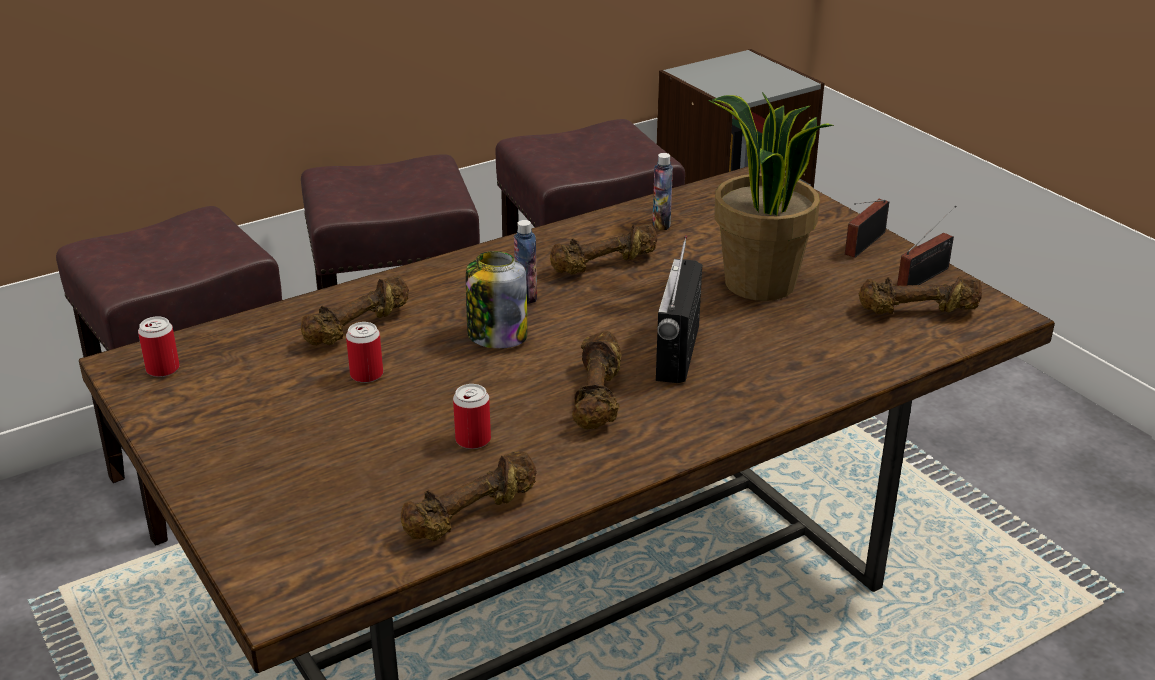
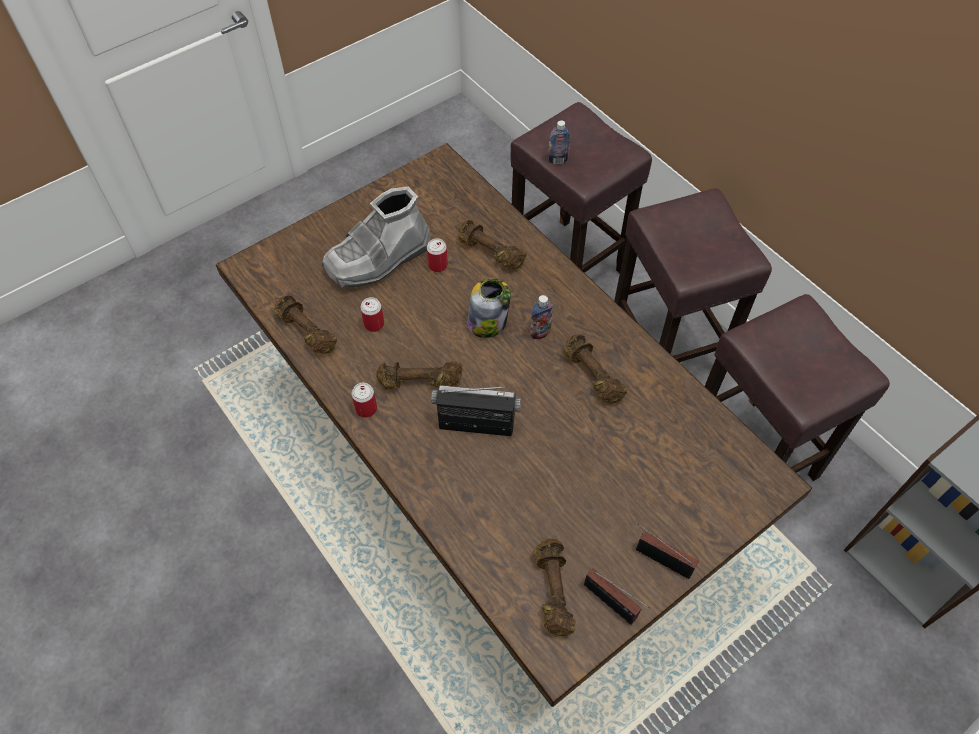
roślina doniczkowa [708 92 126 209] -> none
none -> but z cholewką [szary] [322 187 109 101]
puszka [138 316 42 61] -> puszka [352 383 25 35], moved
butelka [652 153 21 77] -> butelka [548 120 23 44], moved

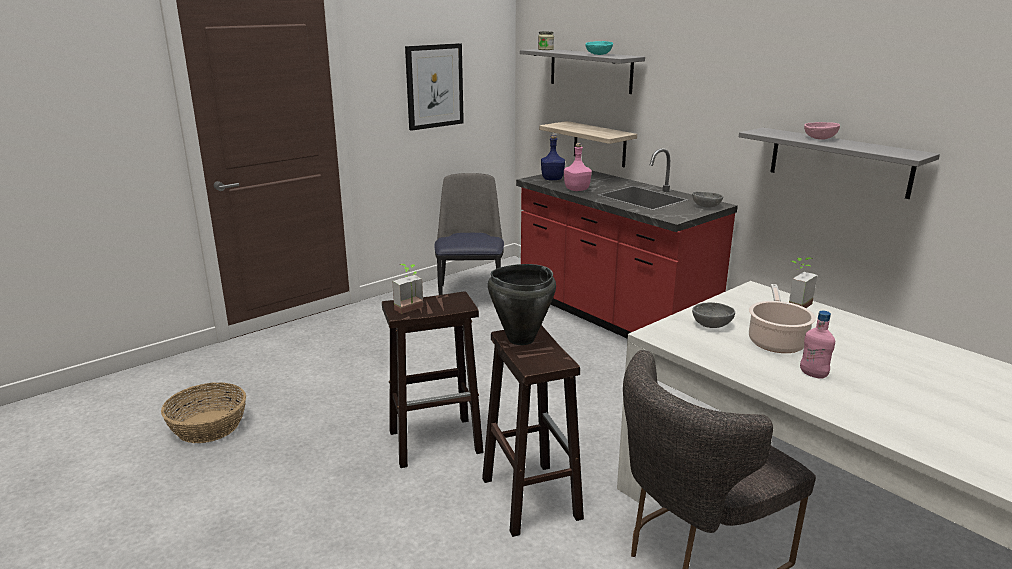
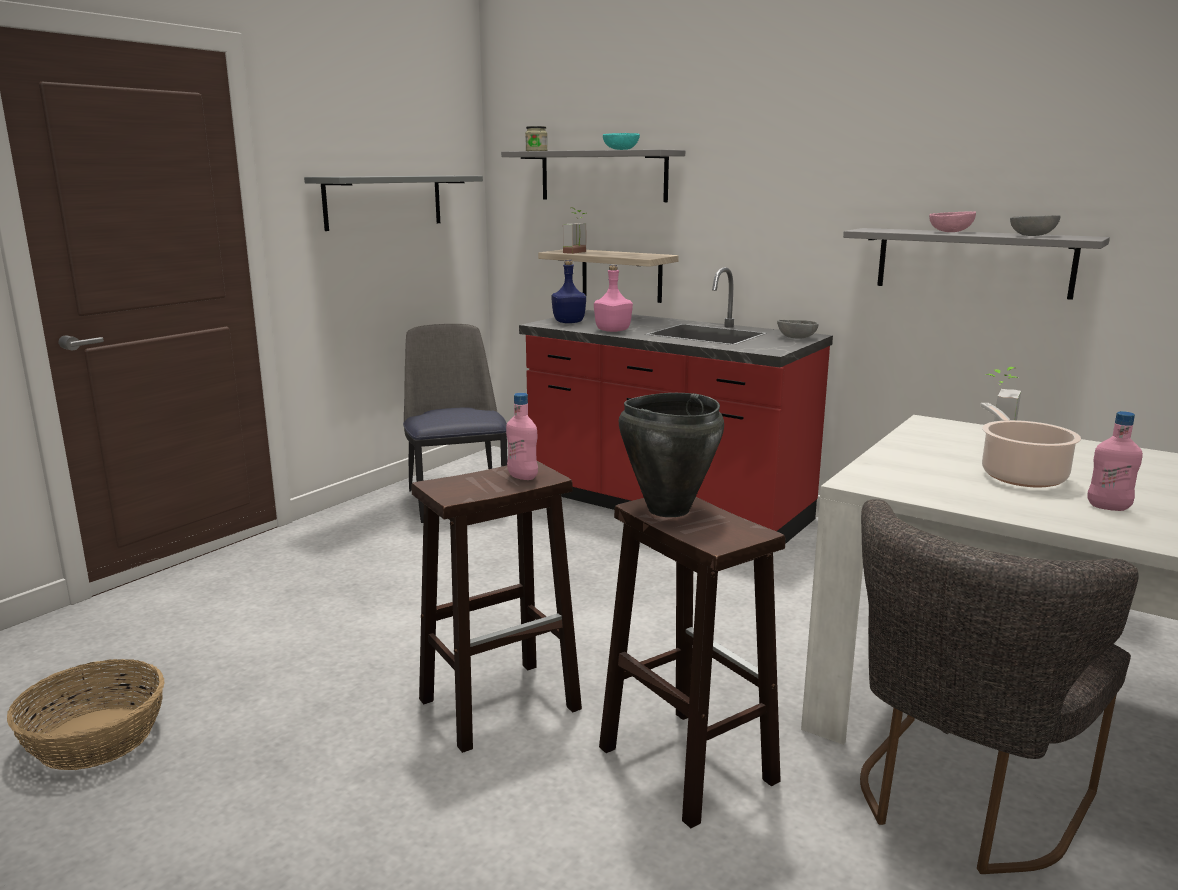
none -> butelka [różowy] [506 393 32 87]
roślina doniczkowa [392 264 31 50] -> roślina doniczkowa [563 207 25 47], moved
miska [szary] [692 302 43 26] -> miska [szary] [1010 215 51 21], moved
obraz [405 43 59 88] -> półka [szary] [304 176 179 55]

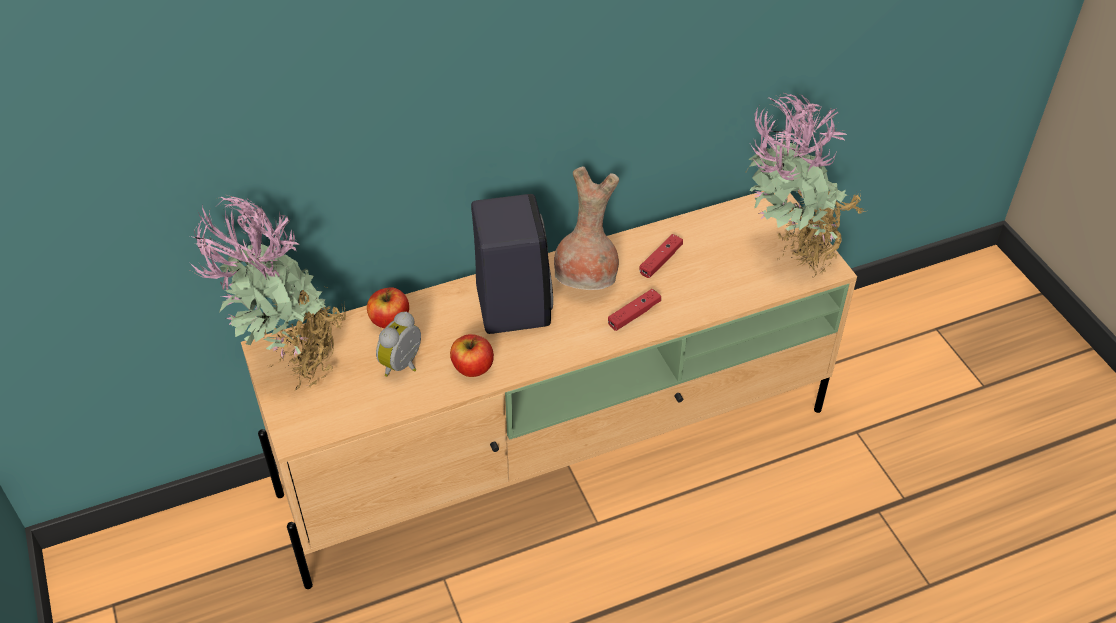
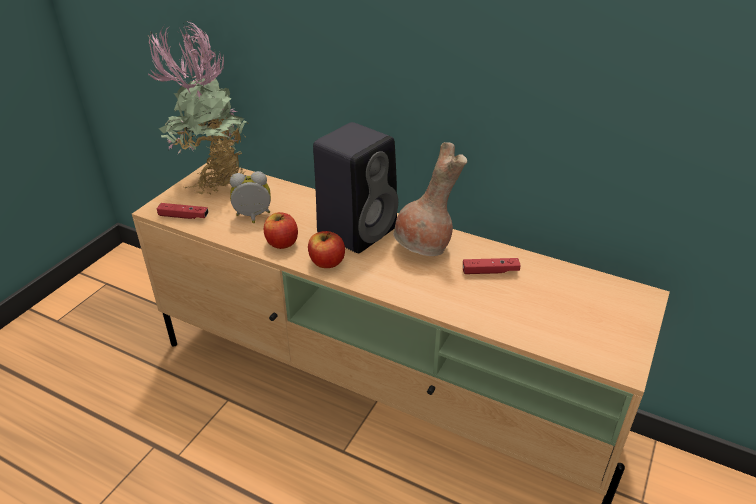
roślina doniczkowa [745 93 121 185] -> none
jabłko [367 287 42 41] -> jabłko [308 231 37 37], moved
pad do gier [czerwony] [608 289 53 42] -> pad do gier [czerwony] [157 203 52 16], moved

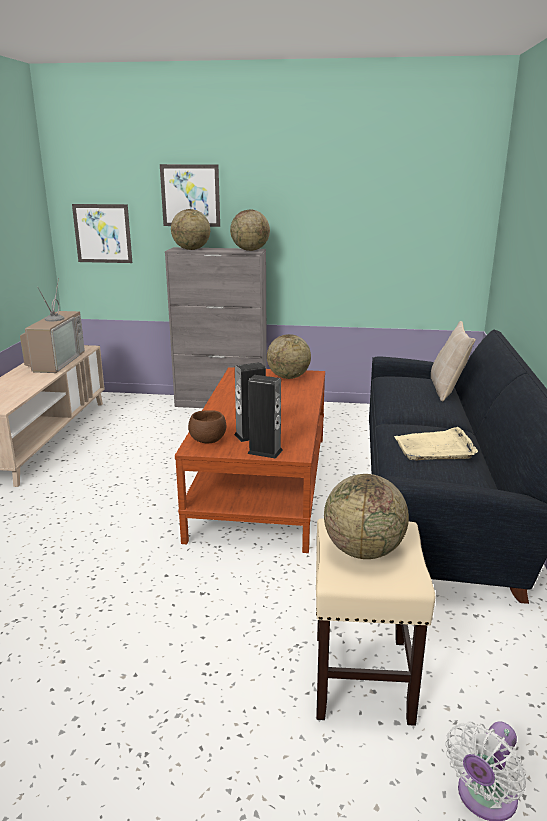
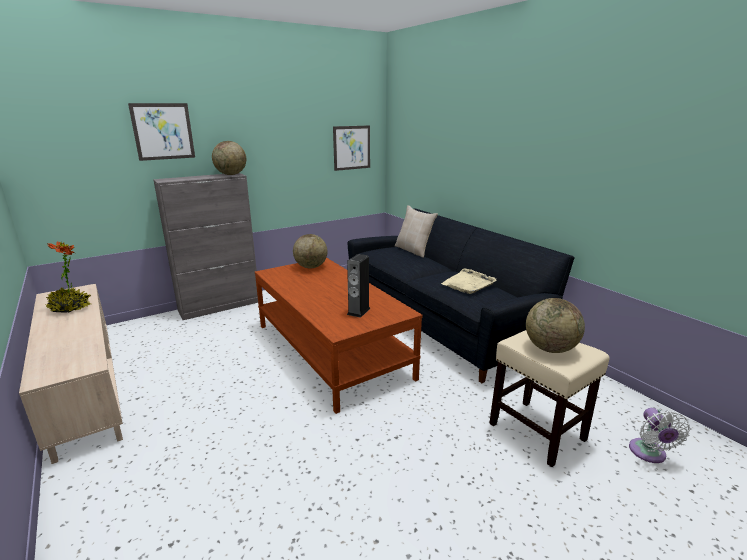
globus [171 209 39 41] -> none
miska [brązowy] [188 410 38 34] -> none
głośnik [247 375 36 84] -> none
obraz [72 204 60 59] -> obraz [333 125 37 46], moved
telewizor [20 278 65 95] -> roślina doniczkowa [46 242 45 71]

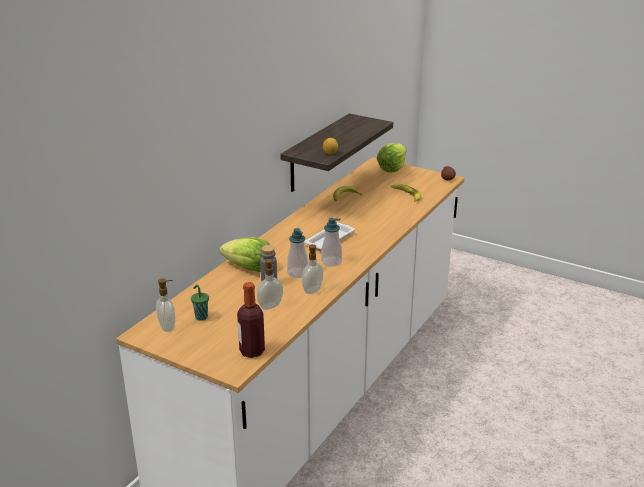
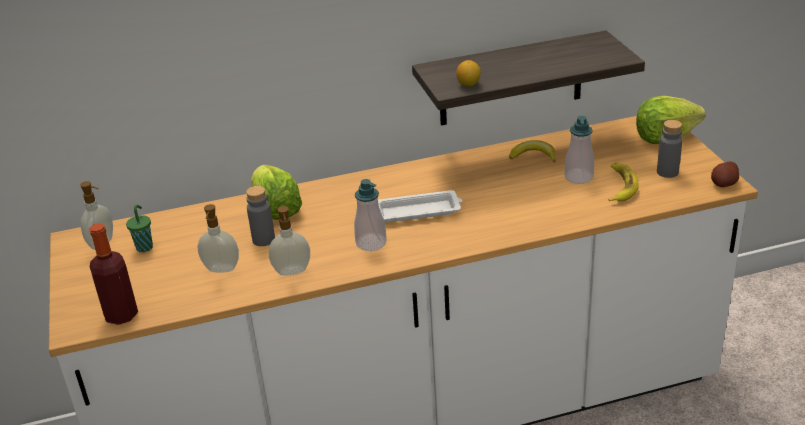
none -> butelka [szary] [657 120 25 58]
dozownik mydła [287 228 21 50] -> dozownik mydła [564 116 30 68], moved

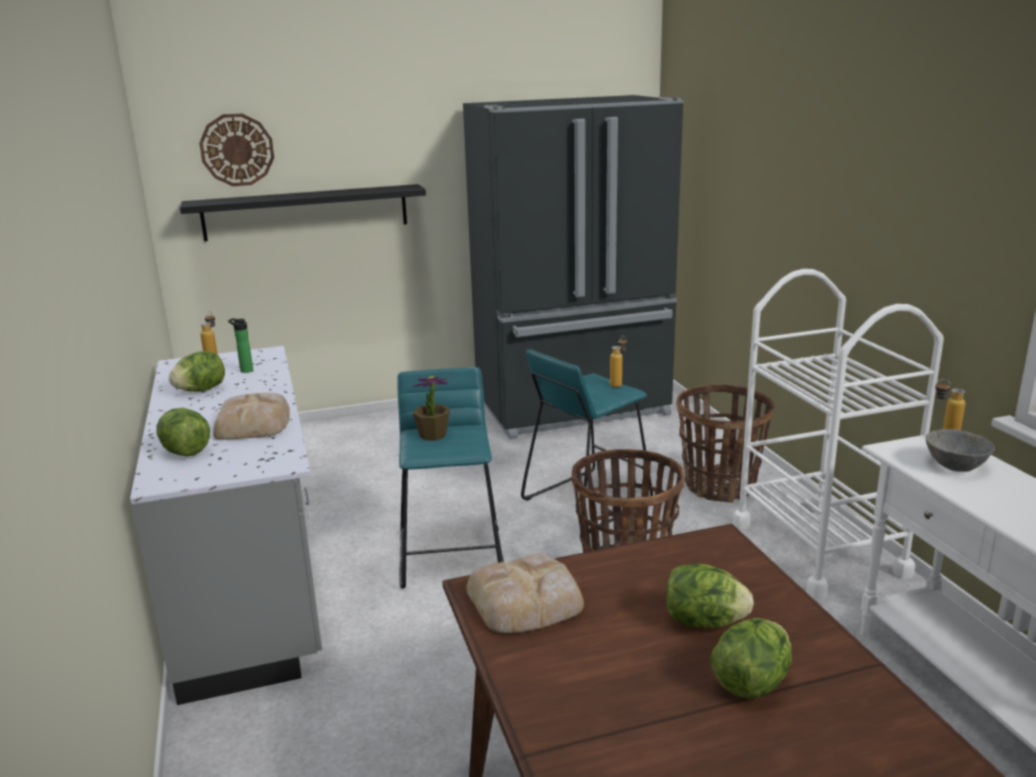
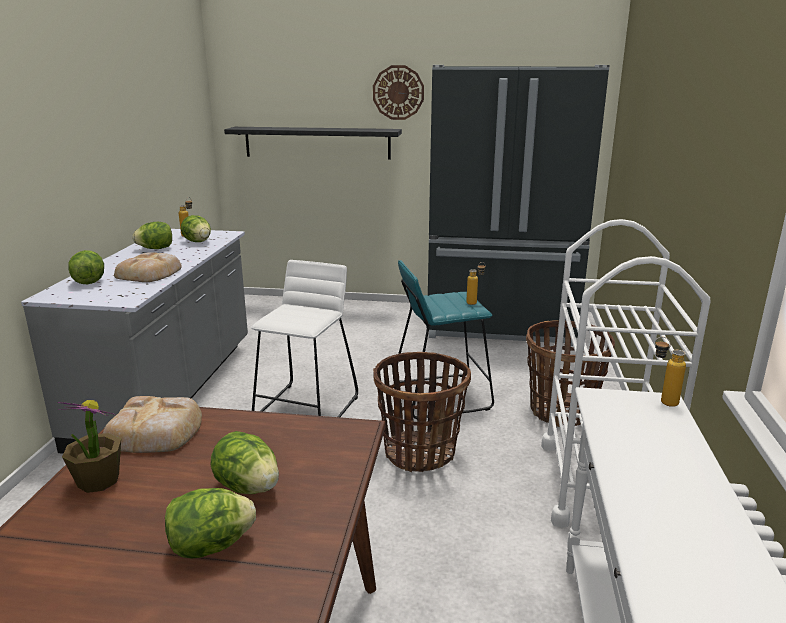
miska [szary] [926 429 69 43] -> none
zegar ścienny [199 114 75 72] -> zegar ścienny [373 65 51 55], moved
roślina doniczkowa [412 376 38 65] -> roślina doniczkowa [57 400 64 93], moved
butelka [228 318 25 55] -> sałata [181 215 30 27]
stołek [turkusowy] [397 367 107 222] -> stołek [biały] [251 260 107 157]

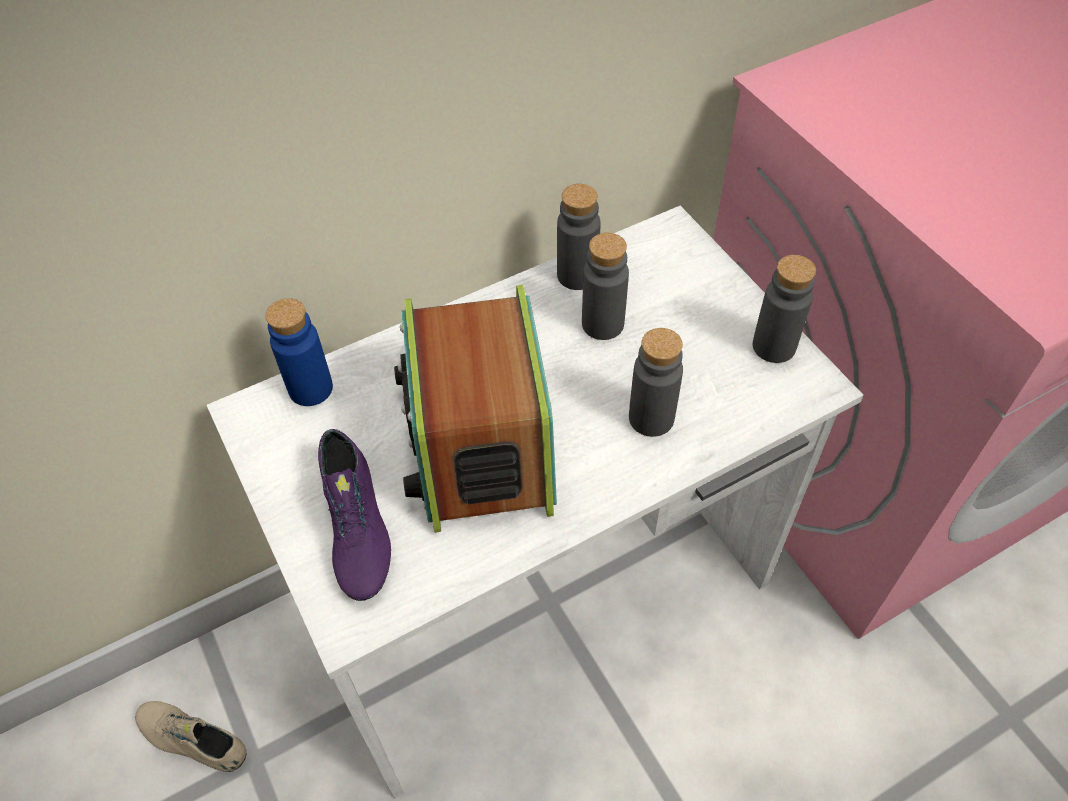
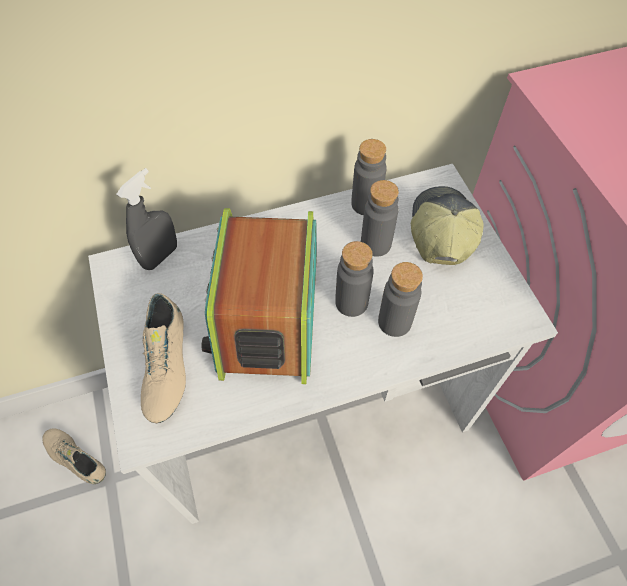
none -> czapka z daszkiem [411 186 72 79]
butelka [szary] [753 255 63 108] -> butelka [szary] [335 241 39 76], moved
butelka [niebieski] [265 298 68 108] -> spryskiwacz [szary] [116 168 61 102]
but [fioletowy] [318 429 73 172] -> but [beżowy] [141 293 45 130]

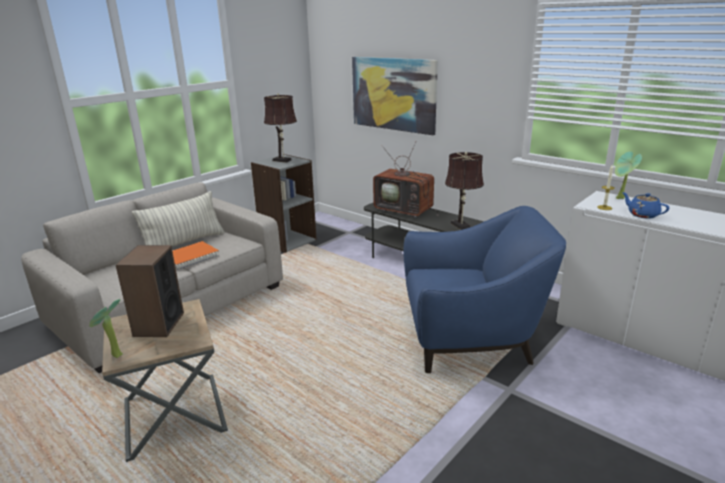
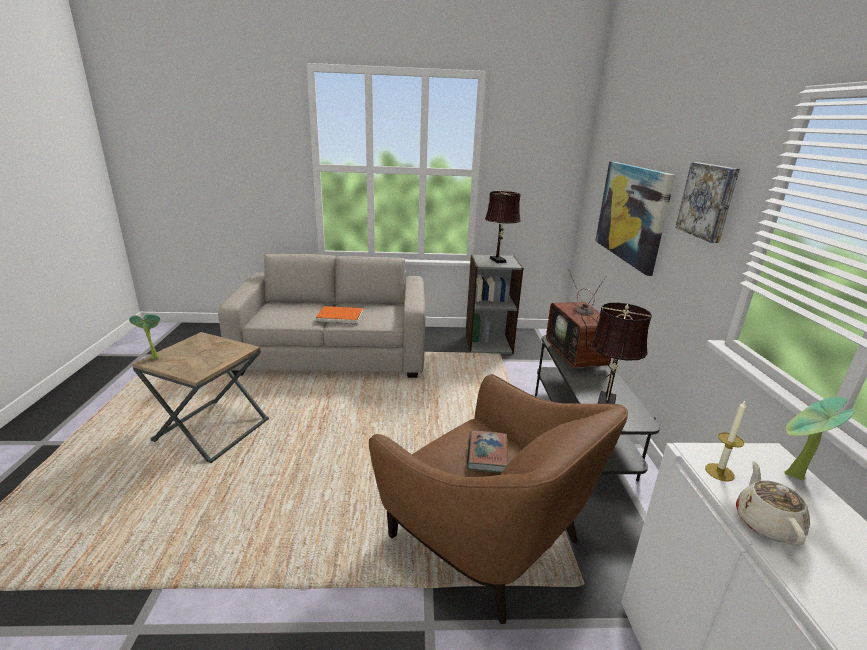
głośnik [116 245 68 92] -> none
poduszka [132 191 93 56] -> none
none -> książka [467 431 41 42]
none -> obraz [675 162 65 81]
fotel [niebieski] [403 206 163 167] -> fotel [brązowy] [369 374 259 250]
imbryk [niebieski] [622 192 47 27] -> imbryk [beżowy] [736 461 74 85]

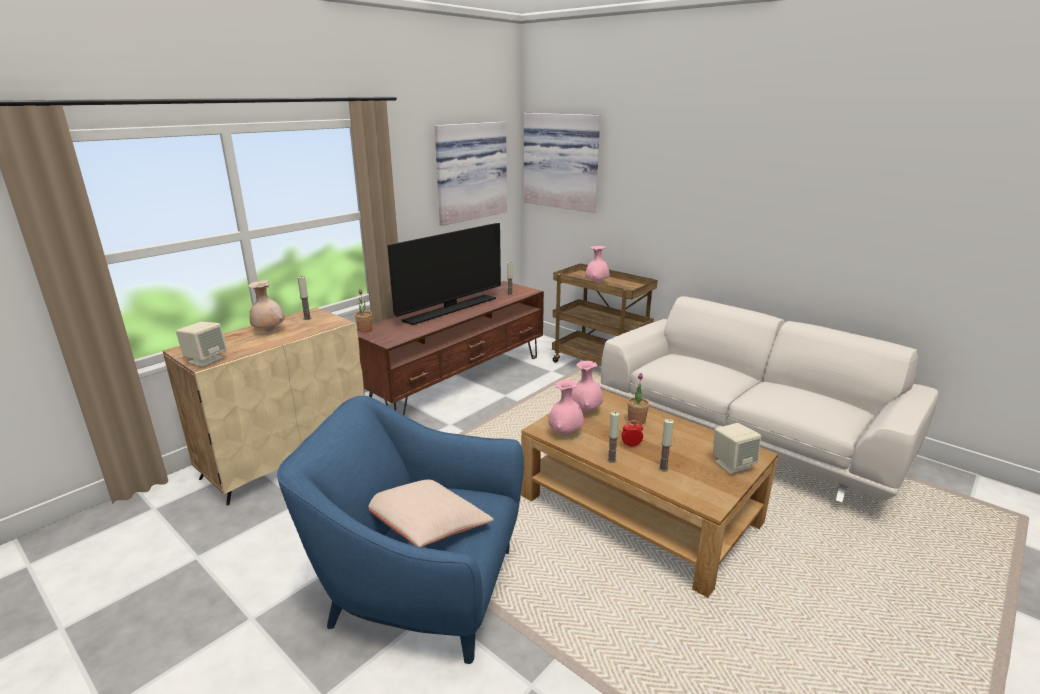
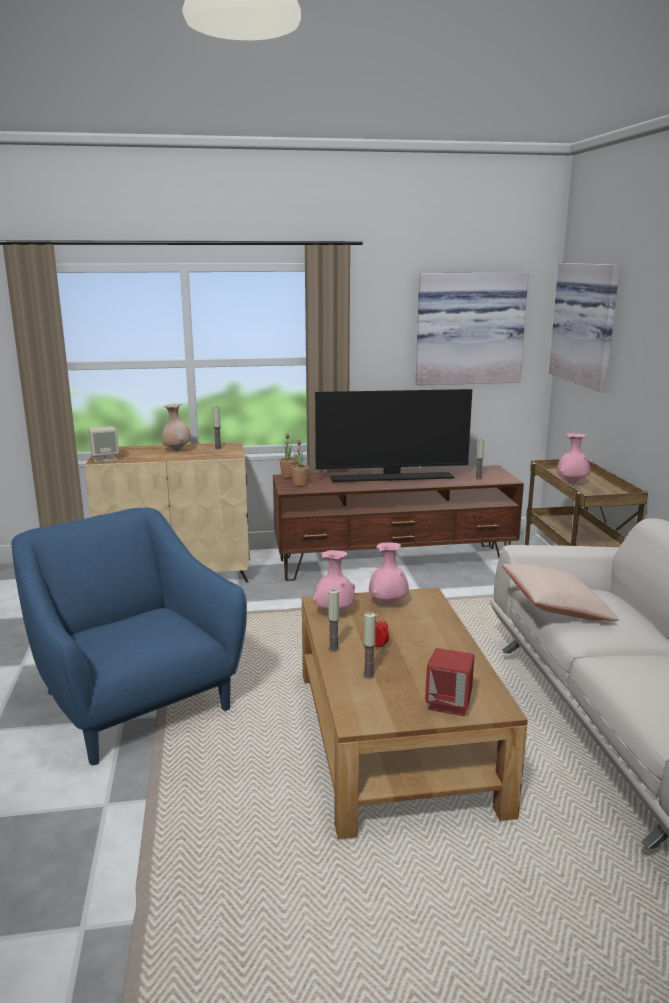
poduszka [beżowy] [368 480 126 67] -> poduszka [beżowy] [502 564 117 57], moved
roślina doniczkowa [628 373 21 52] -> roślina doniczkowa [291 440 18 47], moved
głośnik [beżowy] [713 423 48 51] -> głośnik [czerwony] [425 648 50 68]

